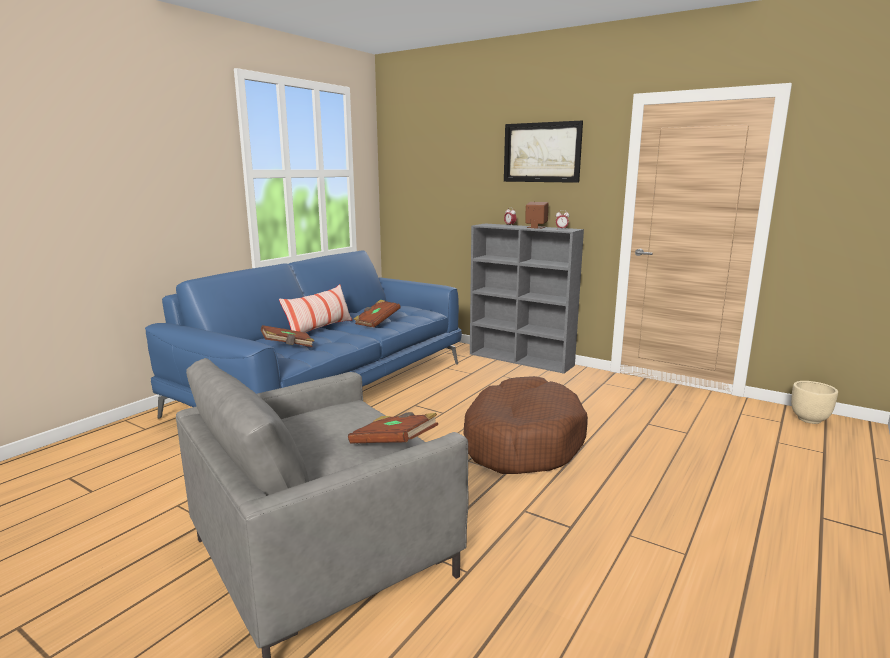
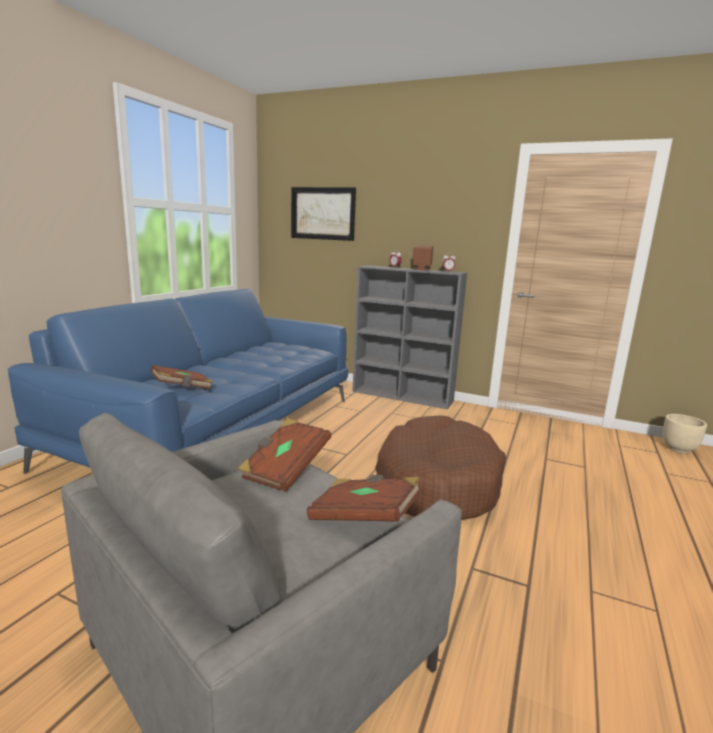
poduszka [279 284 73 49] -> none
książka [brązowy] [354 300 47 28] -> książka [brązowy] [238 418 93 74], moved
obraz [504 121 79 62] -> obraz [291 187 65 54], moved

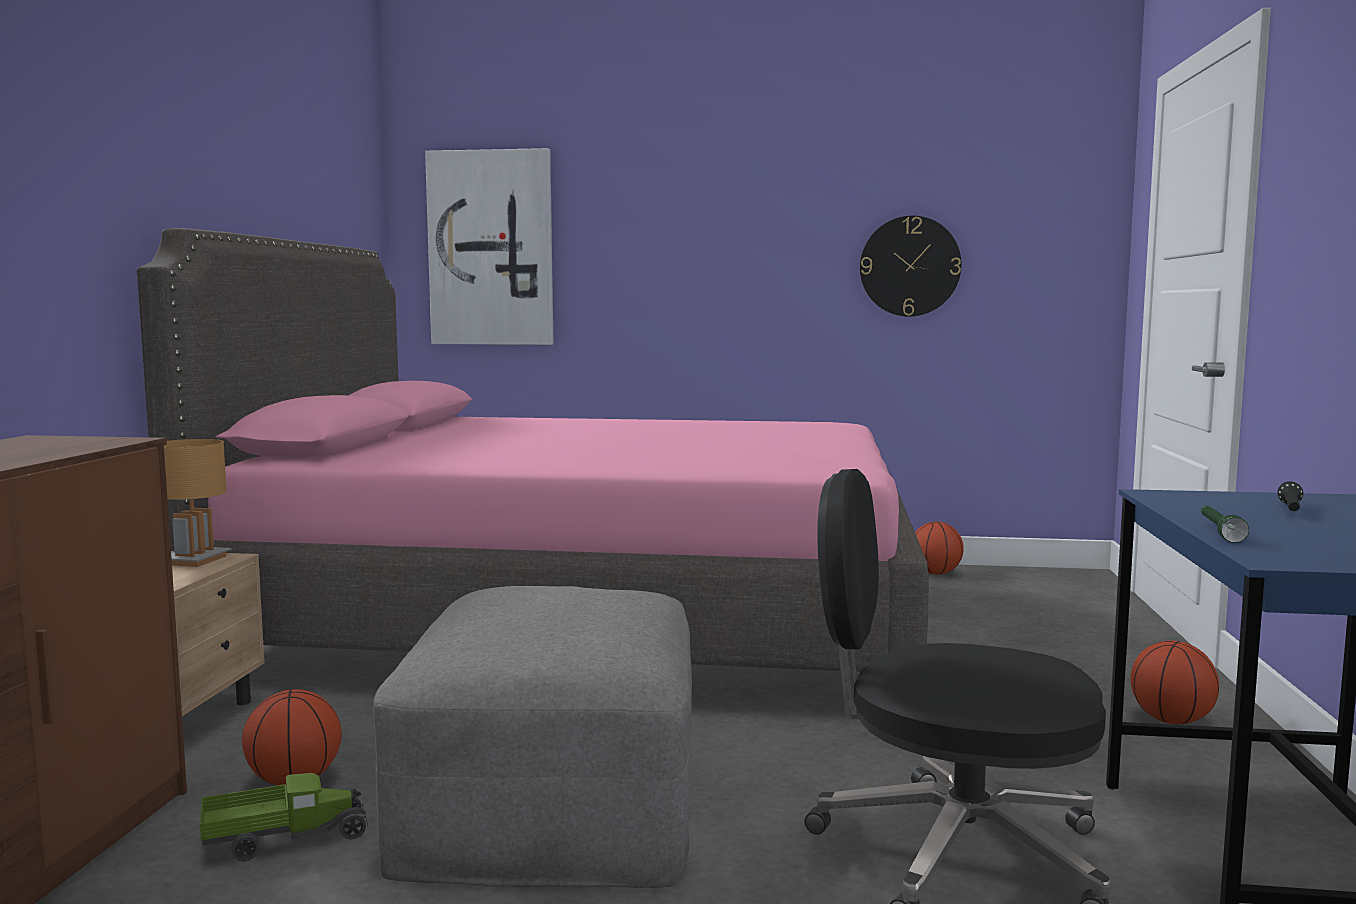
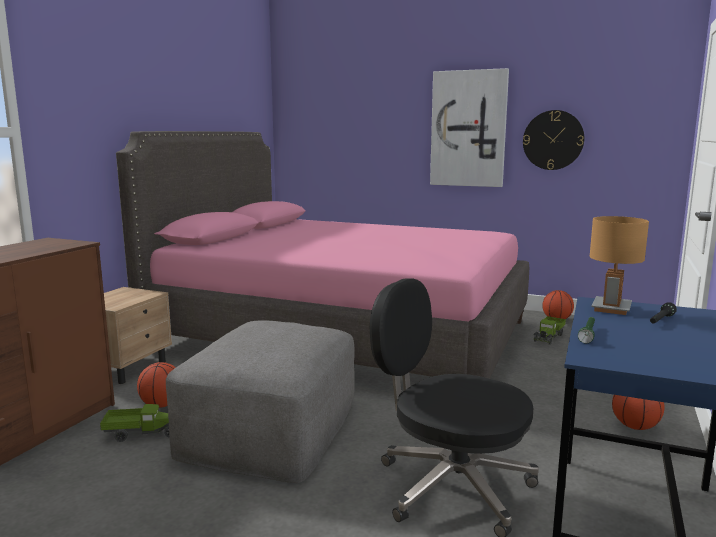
none -> ciężarówka zabawkowa [533 316 33 29]
lampa stołowa [brązowy] [164 439 68 128] -> lampa stołowa [brązowy] [590 216 59 99], moved
obraz [425 148 128 197] -> obraz [430 68 79 119], moved

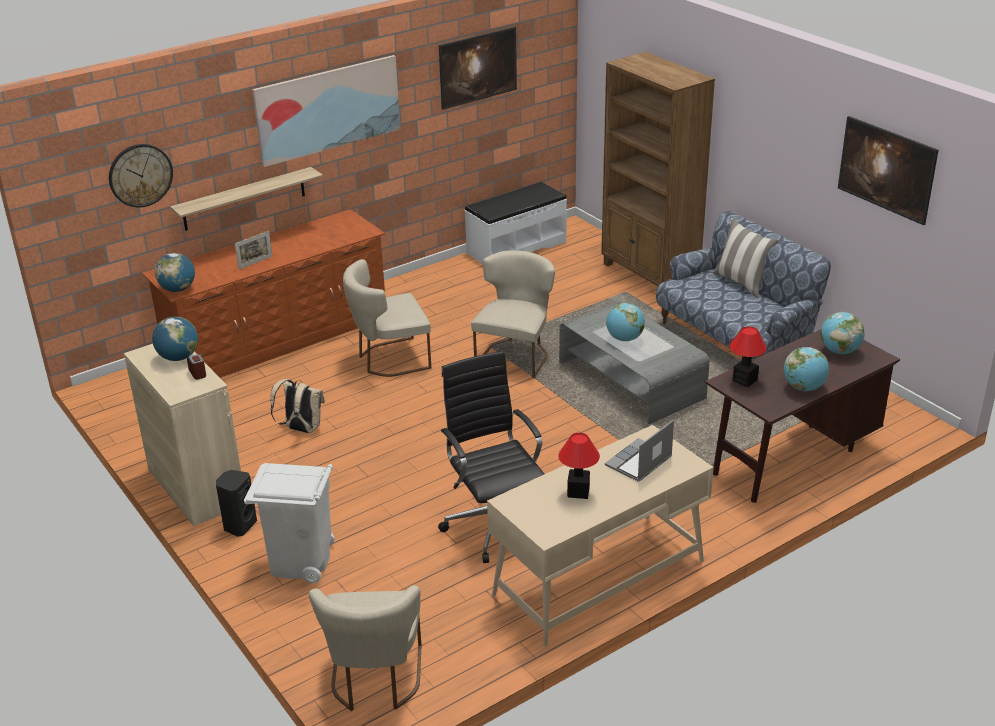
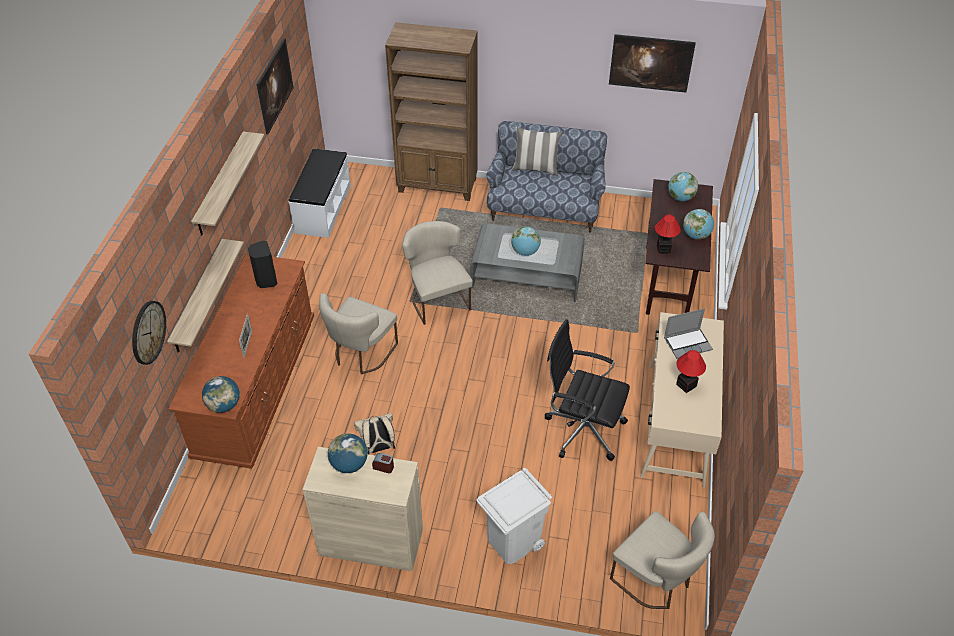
głośnik [czarny] [216 470 41 67] -> głośnik [czarny] [248 240 29 48], moved
obraz [252 55 148 112] -> półka [191 132 74 104]
laptop [605 420 69 62] -> laptop [664 308 49 51], 105 degrees counterclockwise

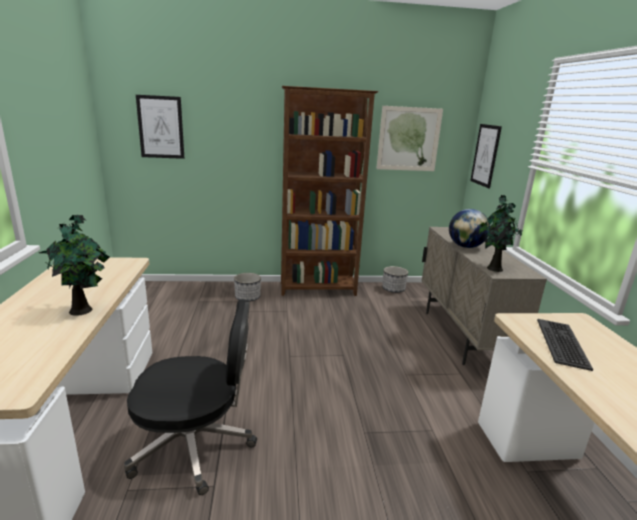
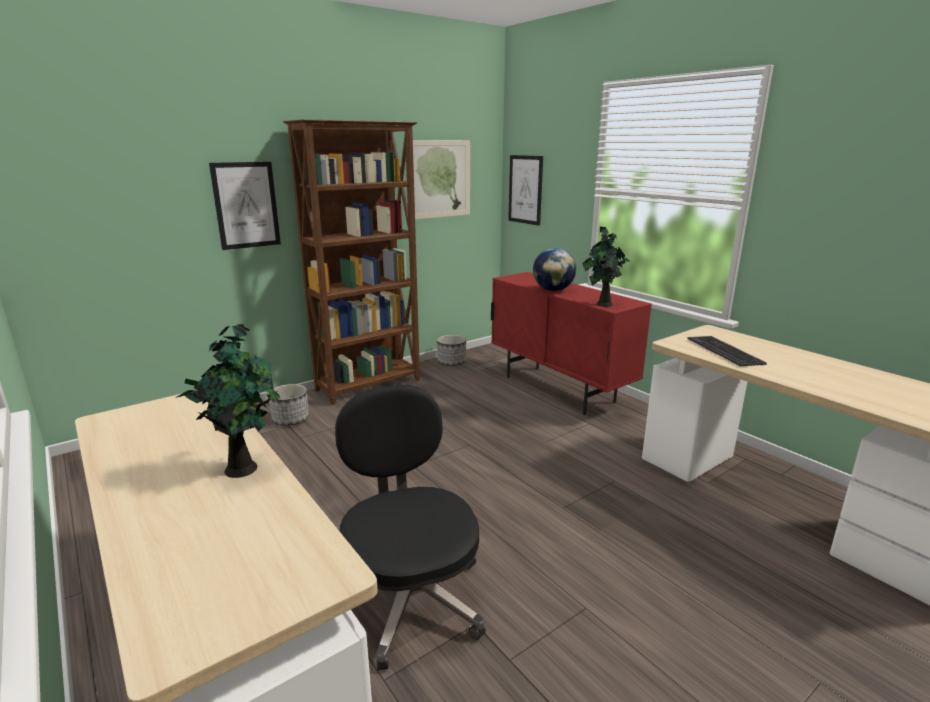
obraz [136 95 48 64] -> obraz [209 162 72 88], moved
szafka [beżowy] [422 227 125 138] -> szafka [czerwony] [491 272 161 143]
krzesło biurowe [czarny] [124 299 133 196] -> krzesło biurowe [czarny] [335 385 151 286], 75 degrees counterclockwise

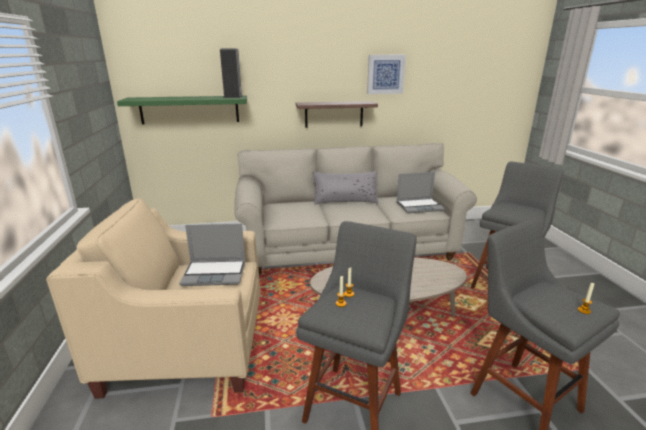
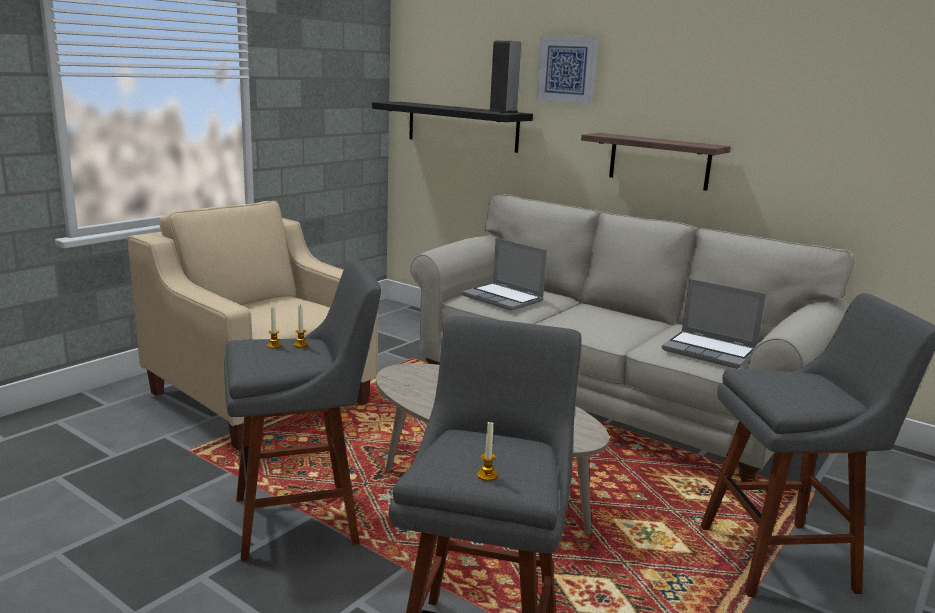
poduszka [szary] [313 171 65 33] -> none
laptop [179 224 67 62] -> laptop [462 238 85 73], moved
obraz [367 55 39 39] -> obraz [536 36 62 68], moved
półka [zielony] [117 96 130 29] -> półka [czarny] [372 102 161 51]

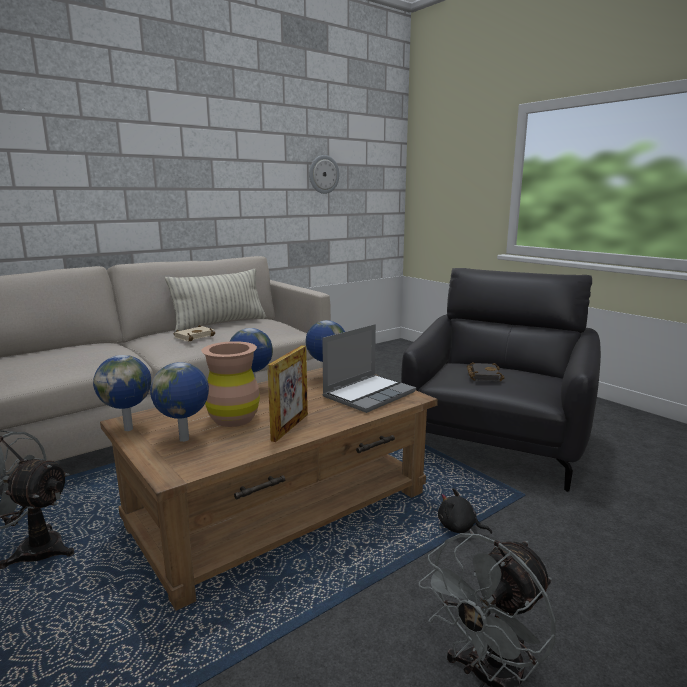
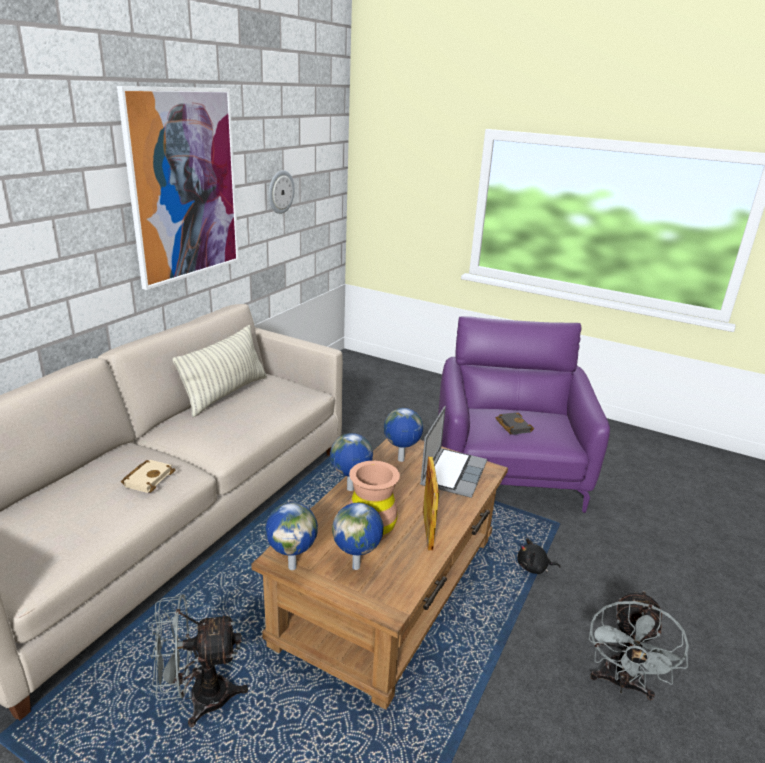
none -> obraz [117 86 122 204]
książka [beżowy] [174 325 41 17] -> książka [beżowy] [121 460 54 33], moved
fotel [czarny] [401 268 200 224] -> fotel [fioletowy] [438 316 172 197]

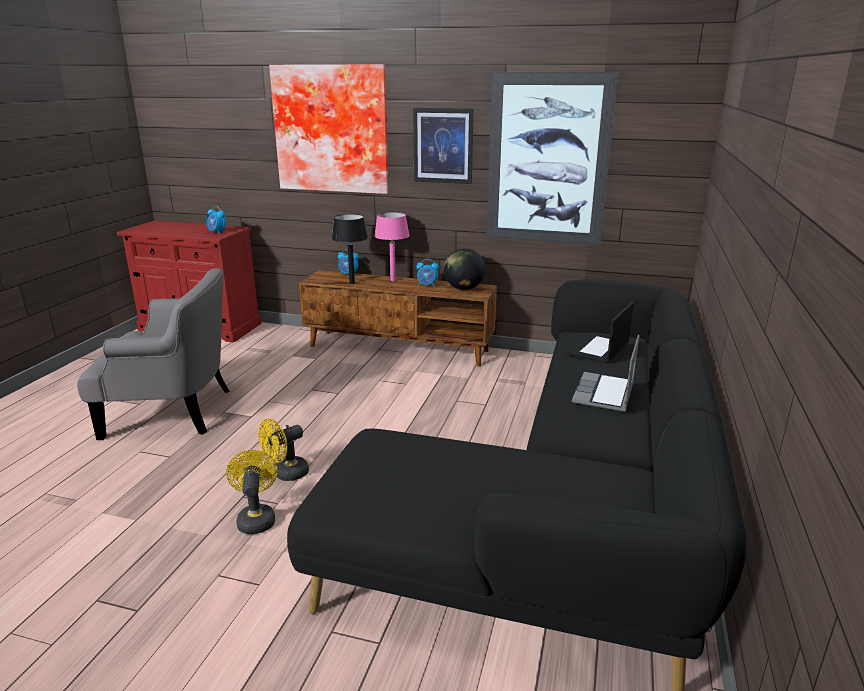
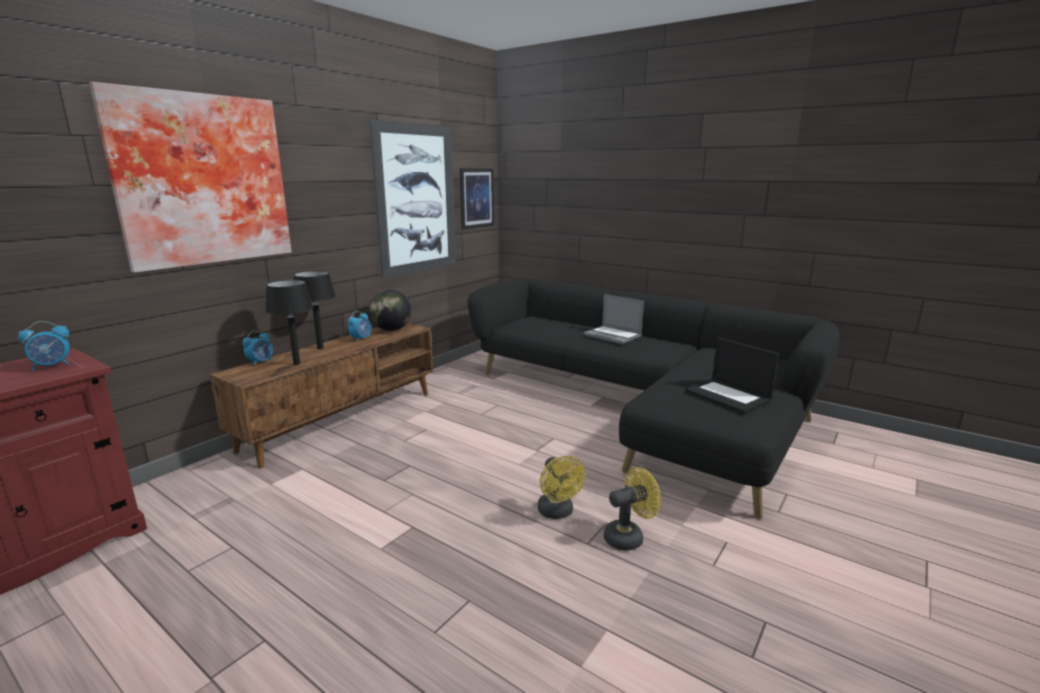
fotel [szary] [77 268 153 172] -> none
obraz [413 108 61 76] -> obraz [460 168 34 62], moved
laptop [565 302 69 61] -> laptop [685 337 94 76], moved
lampa stołowa [różowy] [374 212 36 69] -> lampa stołowa [czarny] [294 271 42 78]
wentylator [żółty] [226 450 51 84] -> wentylator [żółty] [604 467 57 84], 150 degrees clockwise

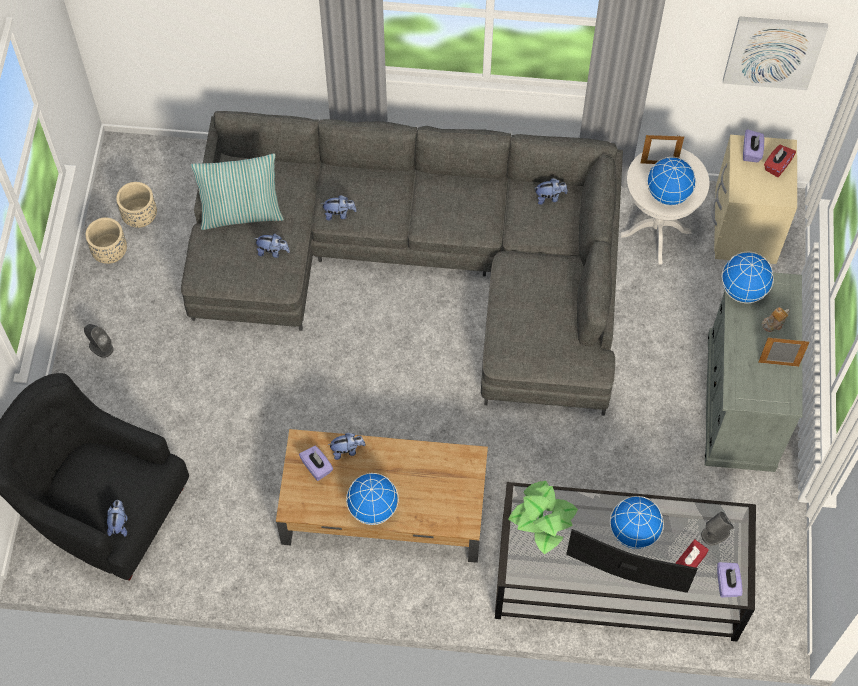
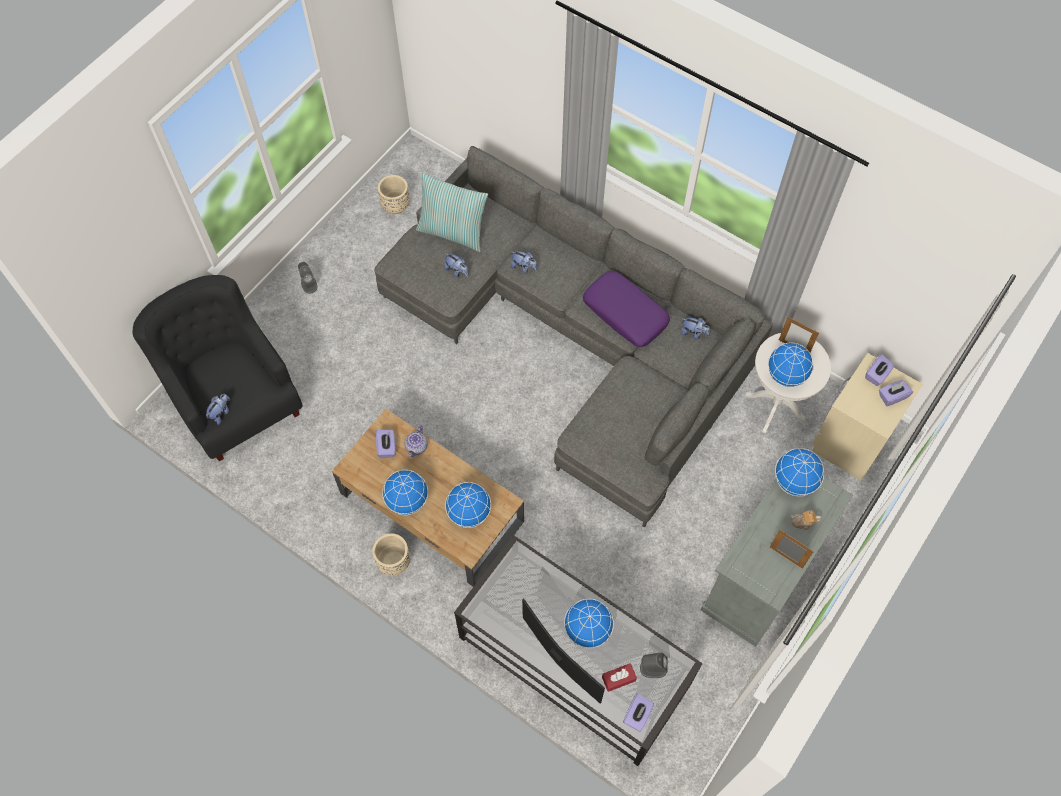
roślina doniczkowa [508 481 70 73] -> none
obraz [723 16 105 74] -> none
none -> globus [445 482 46 46]
none -> poduszka [fioletowy] [583 271 87 76]
donica [beżowy] [85 217 42 47] -> donica [beżowy] [372 533 38 43], moved
pluszak [328 433 37 27] -> imbryk [405 425 22 32]
pudełko chusteczek [czerwony] [764 145 32 32] -> pudełko chusteczek [fioletowy] [879 380 34 26]

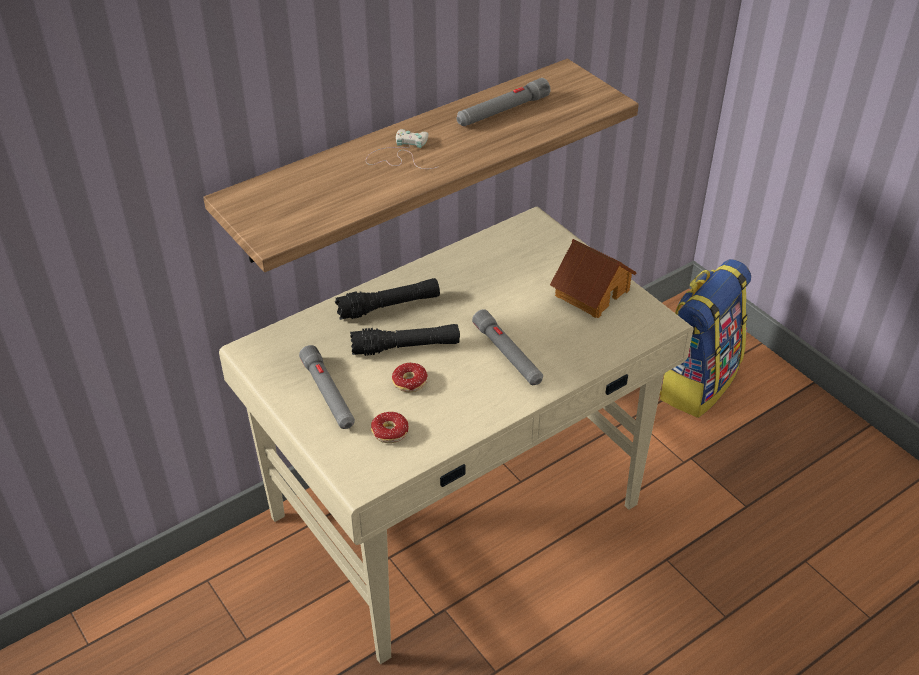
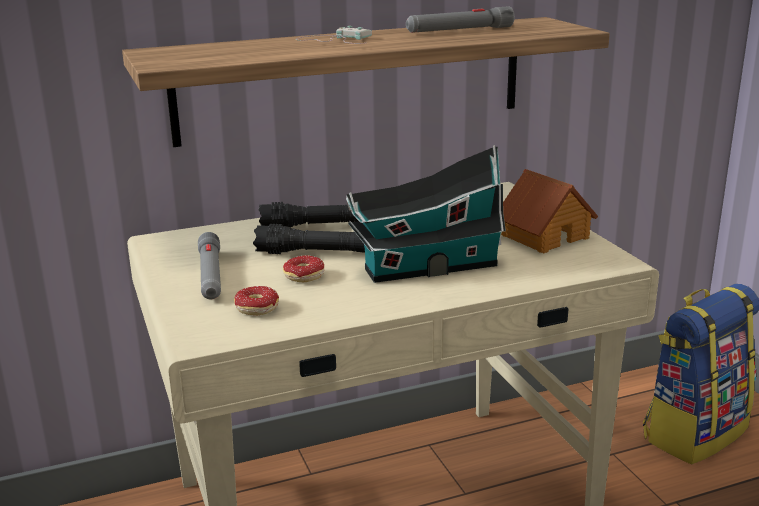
latarka [szary] [472 309 71 76] -> domek [346 145 160 138]

